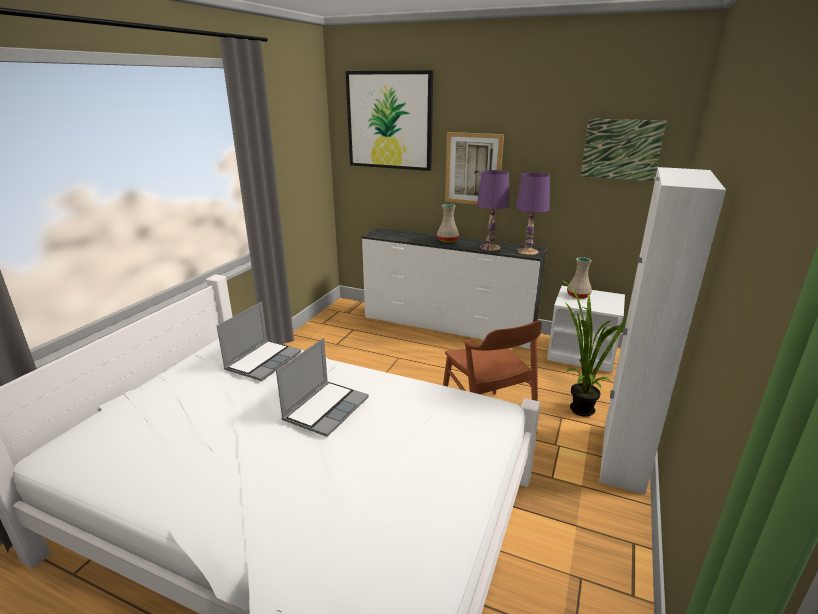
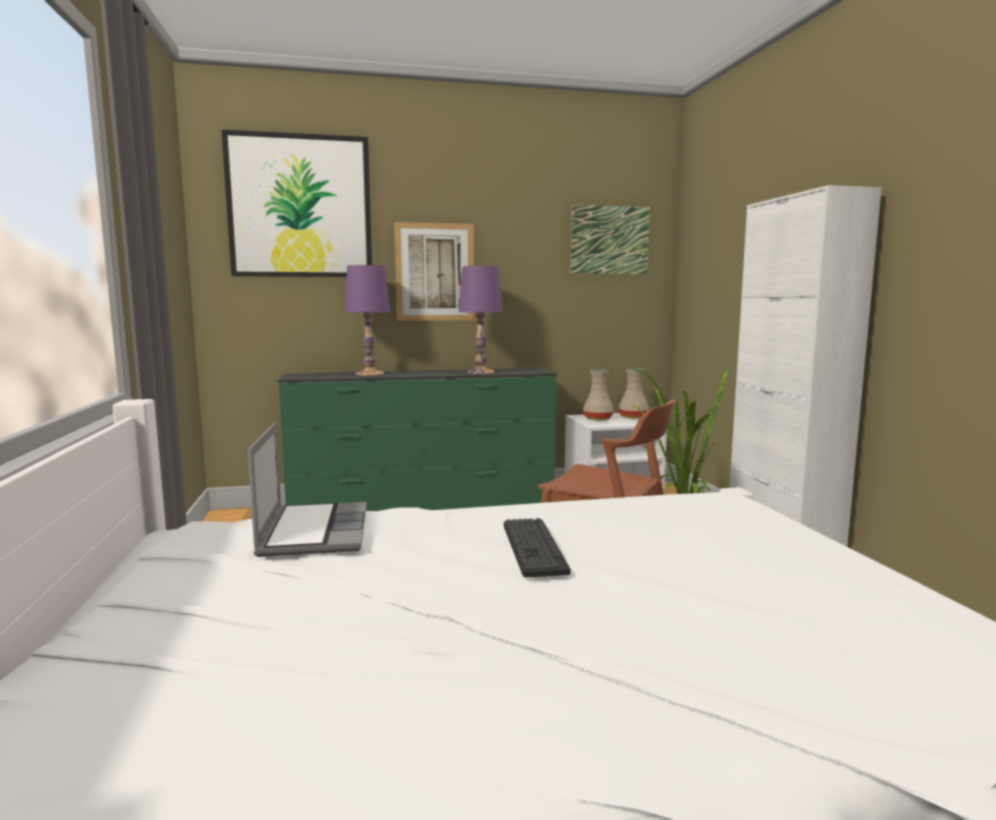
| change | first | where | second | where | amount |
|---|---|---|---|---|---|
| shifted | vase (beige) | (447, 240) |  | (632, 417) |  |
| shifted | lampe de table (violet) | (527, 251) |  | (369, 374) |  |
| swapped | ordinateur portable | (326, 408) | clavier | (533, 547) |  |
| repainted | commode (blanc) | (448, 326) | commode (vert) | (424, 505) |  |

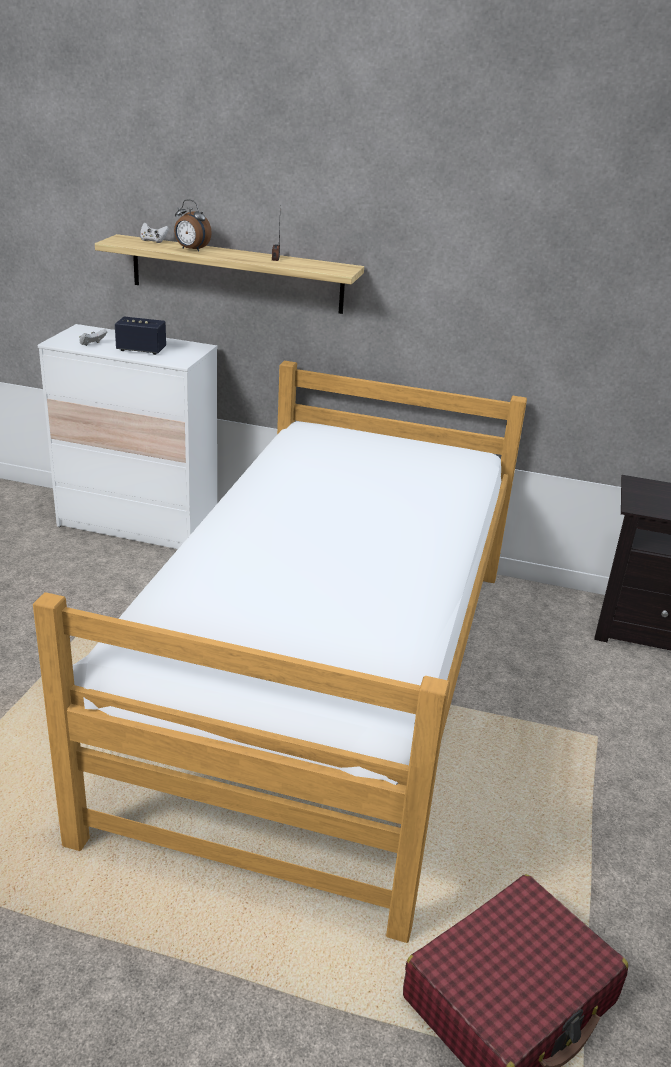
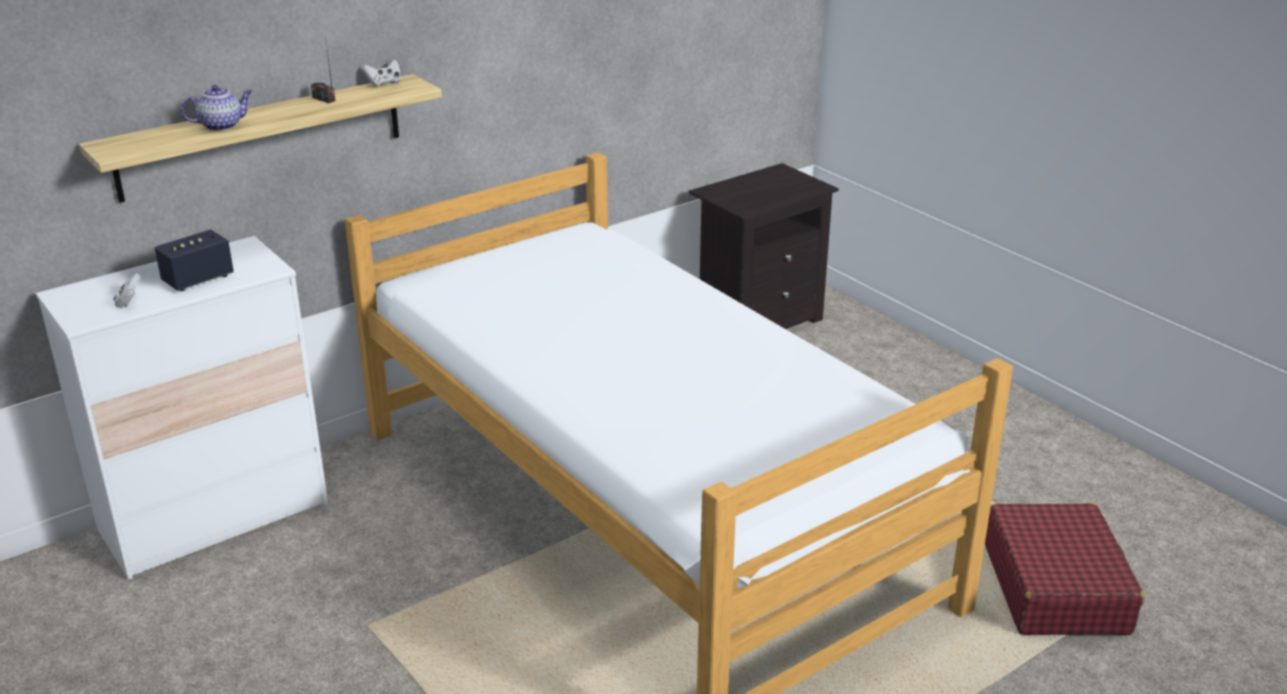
| change | first | where | second | where | amount |
|---|---|---|---|---|---|
| shifted | manette (blanc) | (153, 241) |  | (384, 83) |  |
| swapped | réveil | (191, 250) | théière | (222, 125) |  |

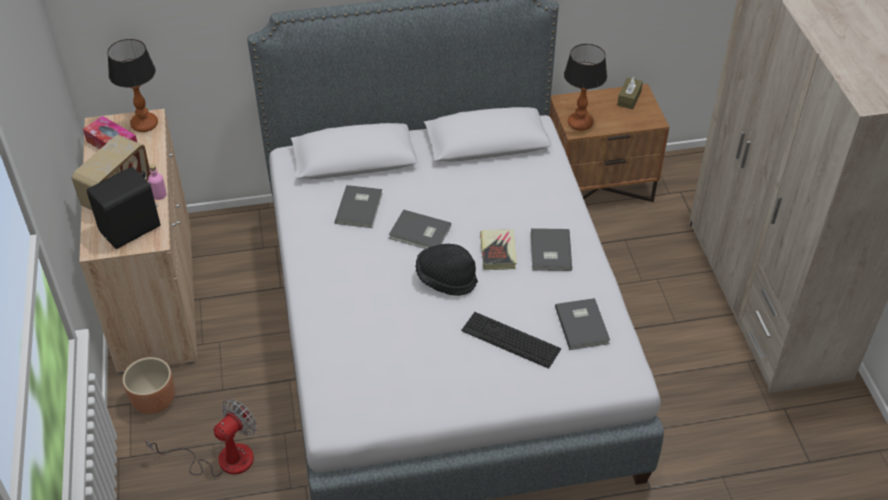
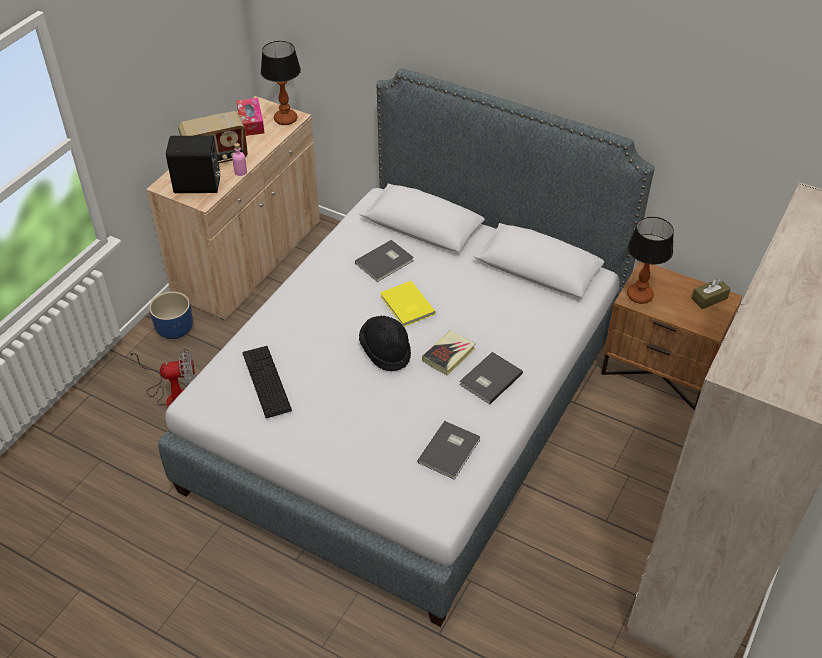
| change | first | where | second | where | amount |
|---|---|---|---|---|---|
| shifted | clavier | (510, 340) |  | (266, 381) |  |
| repainted | cache-pot (marron) | (154, 400) | cache-pot (bleu) | (175, 330) |  |
| repainted | livre (gris) | (420, 233) | livre (jaune) | (406, 306) |  |

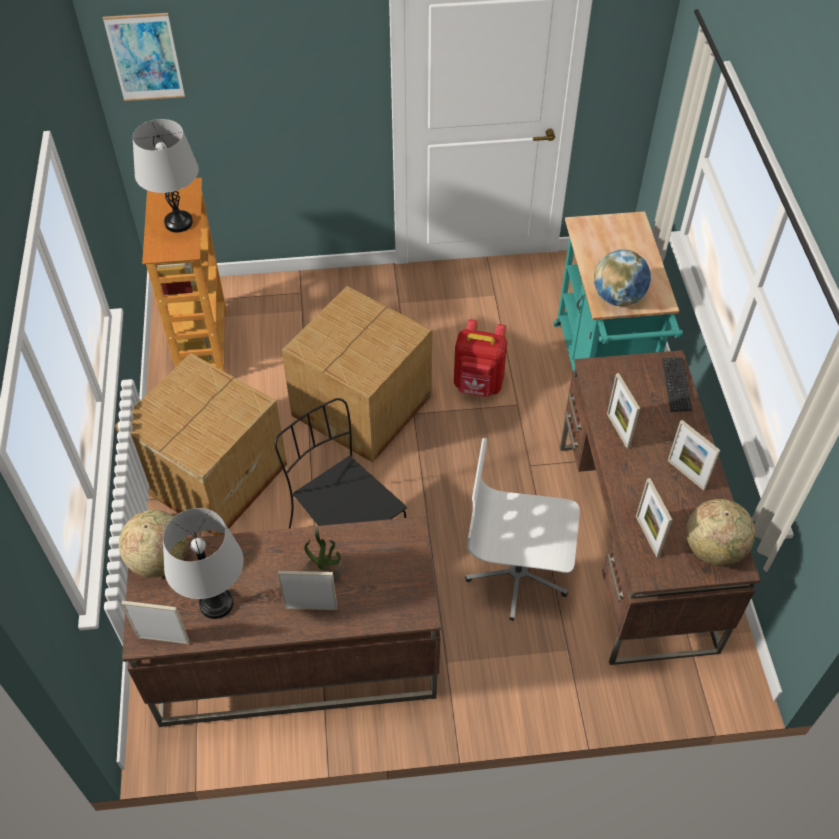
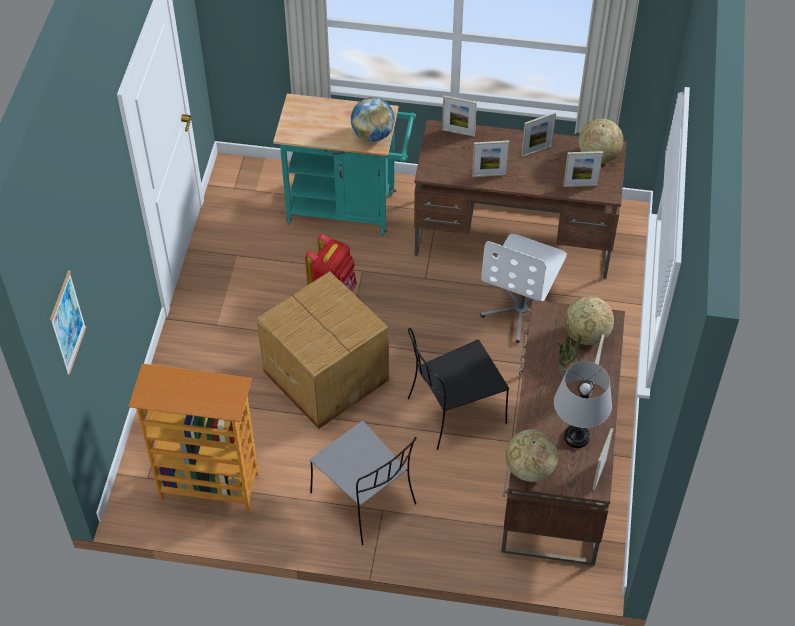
| change | first | where | second | where | amount |
|---|---|---|---|---|---|
| gone | lampe de table (gris) | (178, 223) |  |  |  |
| new |  |  | globe | (586, 335) |  |
| swapped | carton | (210, 476) | chaise (gris) | (365, 500) |  |
| swapped | clavier | (676, 385) | cadre photo | (458, 132) |  |

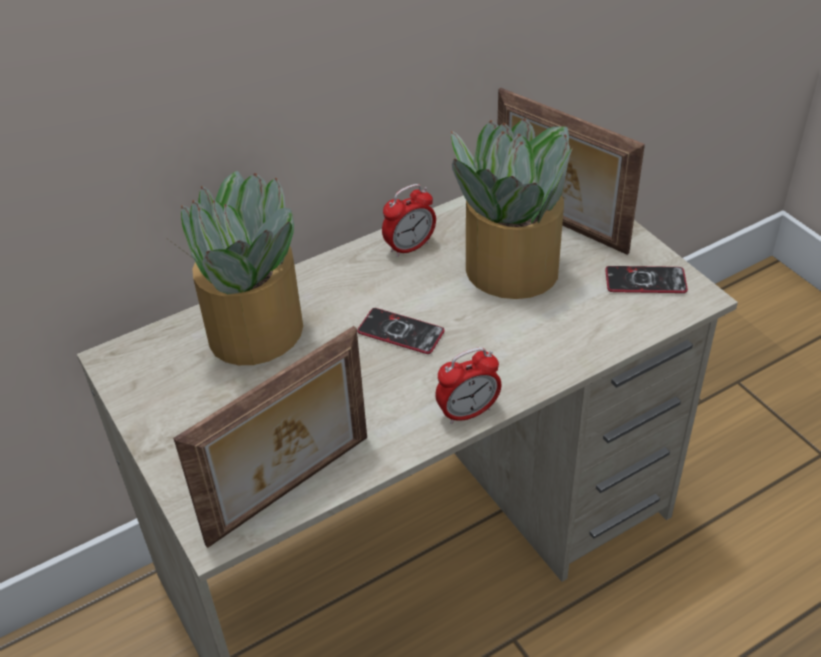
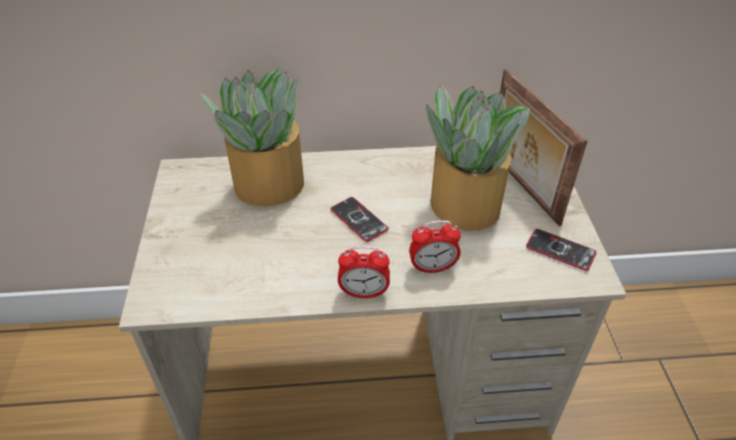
| change | first | where | second | where | amount |
|---|---|---|---|---|---|
| gone | cadre photo | (291, 491) |  |  |  |
| shifted | réveil | (409, 247) |  | (432, 268) |  |

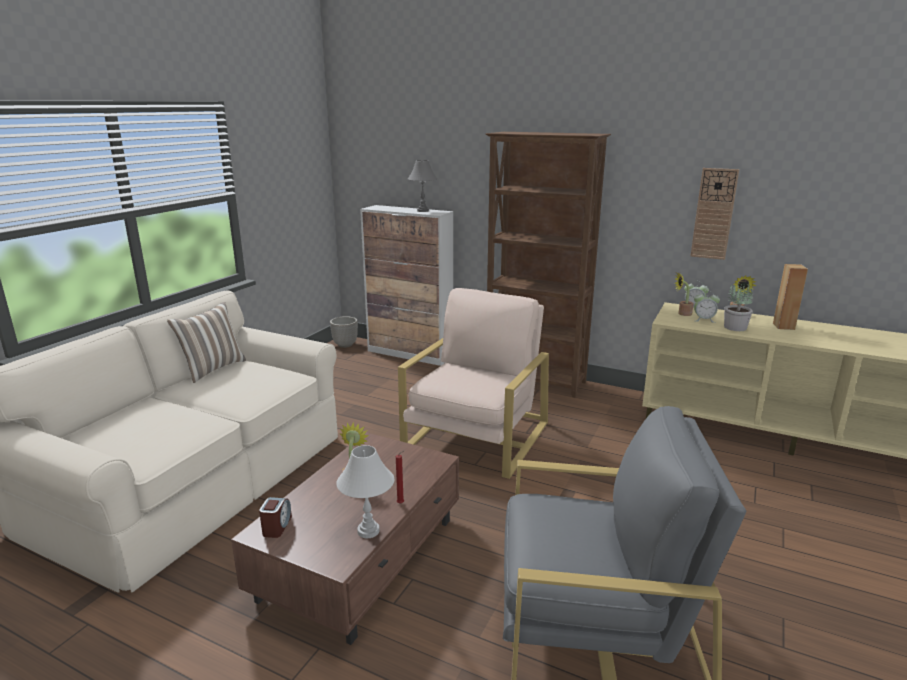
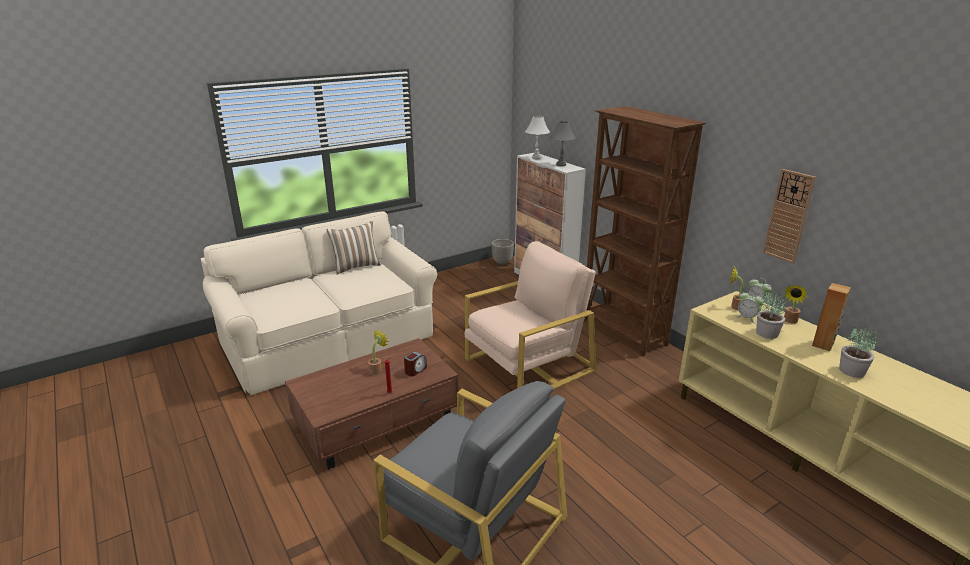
| change | first | where | second | where | amount |
|---|---|---|---|---|---|
| new |  |  | plante en pot | (852, 371) |  |
| shifted | réveil | (277, 526) |  | (415, 370) |  |
| shifted | lampe de table (blanc) | (368, 531) |  | (536, 157) |  |

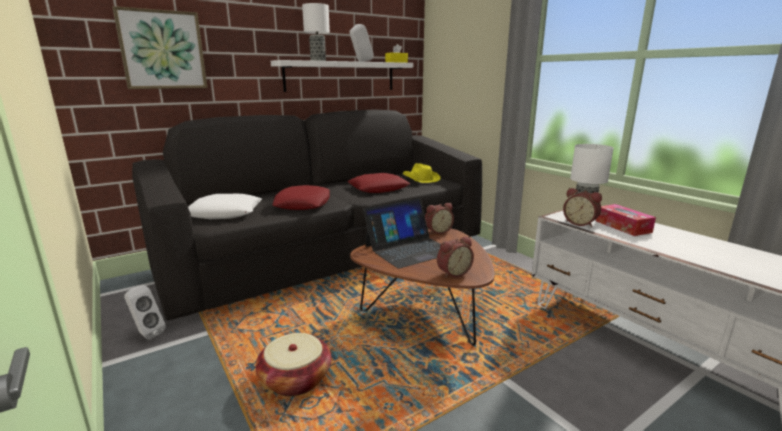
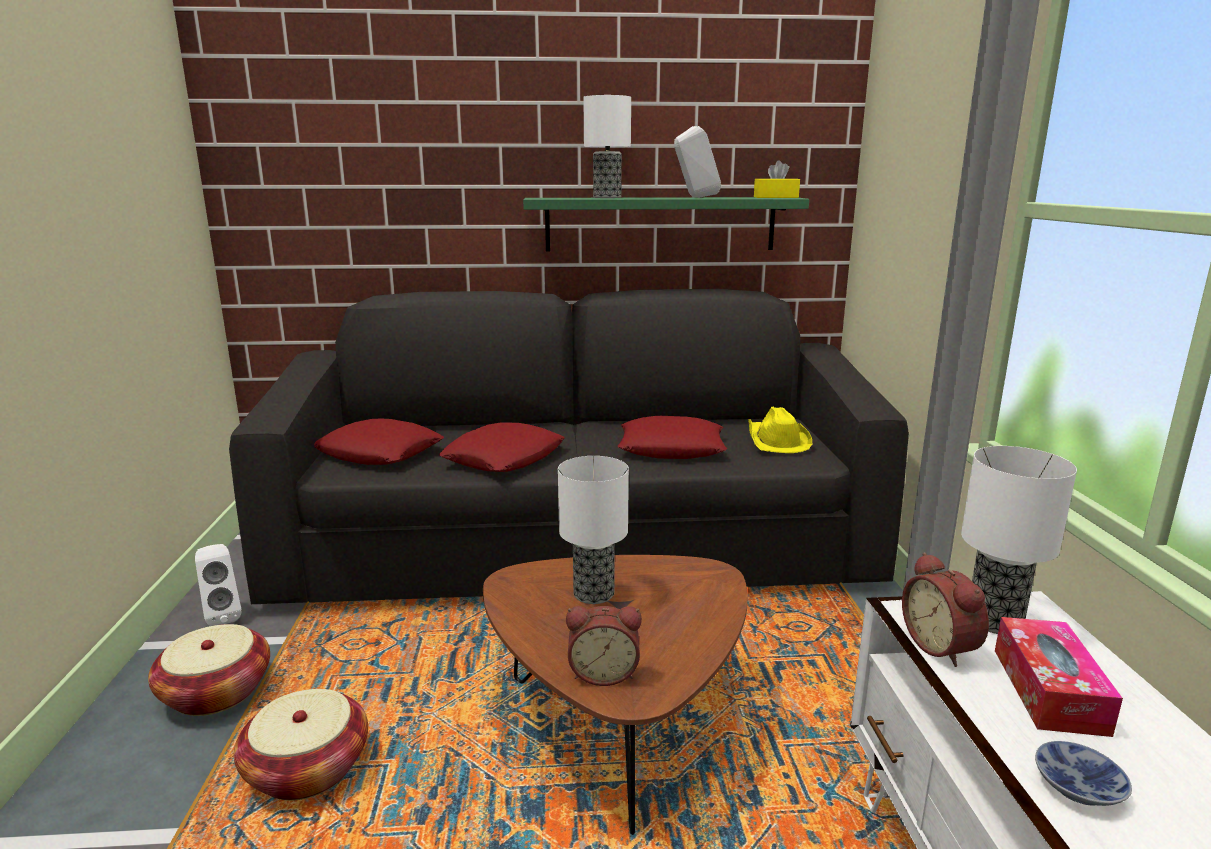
| change | first | where | second | where | amount |
|---|---|---|---|---|---|
| gone | tableau | (162, 50) |  |  |  |
| gone | réveil | (437, 231) |  |  |  |
| new |  |  | panier | (216, 692) |  |
| new |  |  | bol | (1080, 789) |  |
| swapped | ordinateur portable | (409, 249) | lampe de table | (594, 593) |  |
| repainted | coussin (blanc) | (225, 213) | coussin (rouge) | (380, 453) |  |
| repainted | étagère (blanc) | (341, 76) | étagère (vert) | (660, 224) |  |

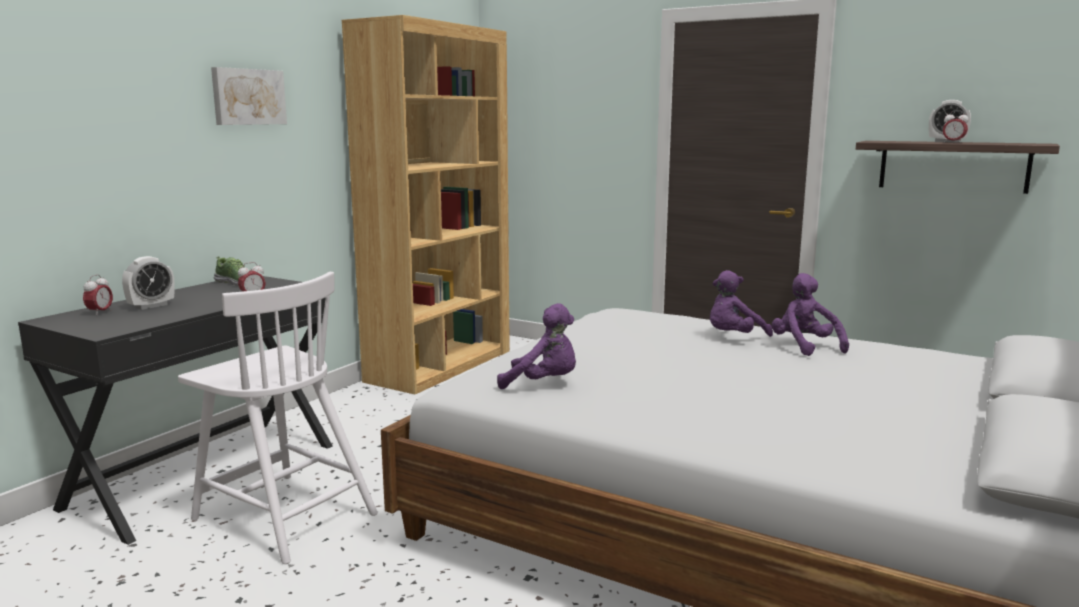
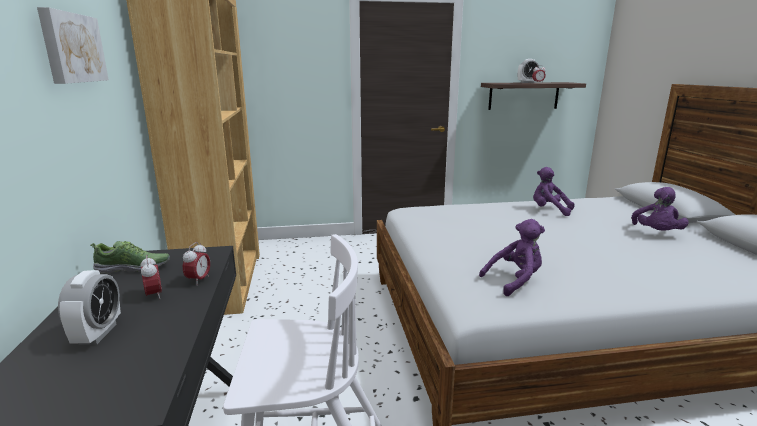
| change | first | where | second | where | amount |
|---|---|---|---|---|---|
| shifted | réveil | (100, 312) |  | (154, 295) |  |
| shifted | peluche (violet) | (733, 338) |  | (656, 233) |  |

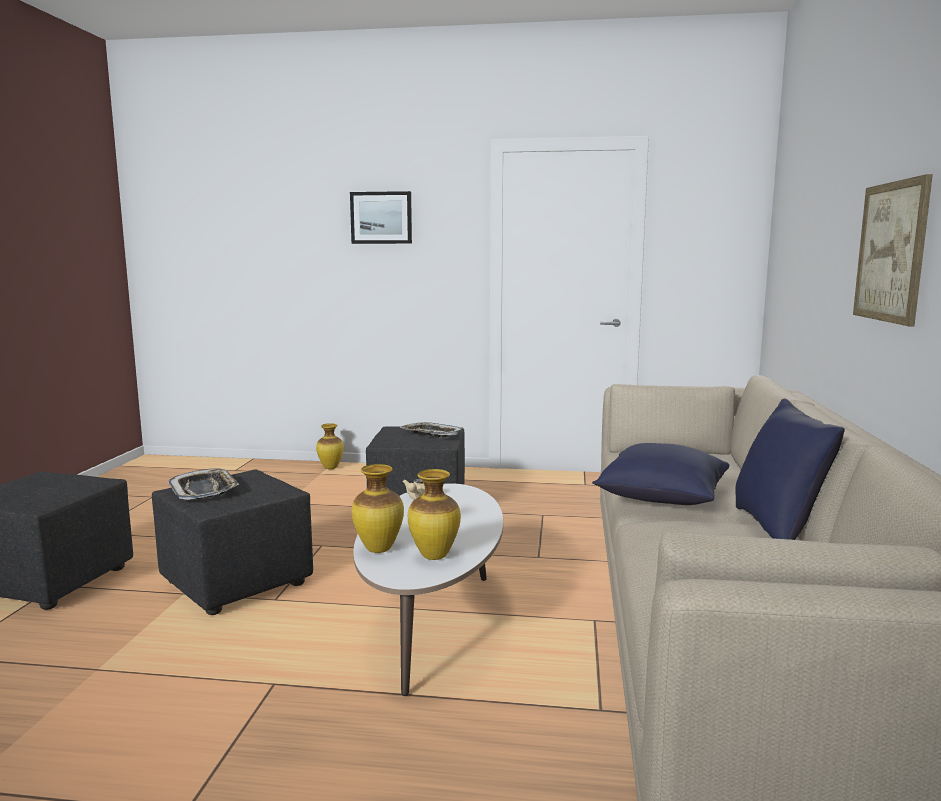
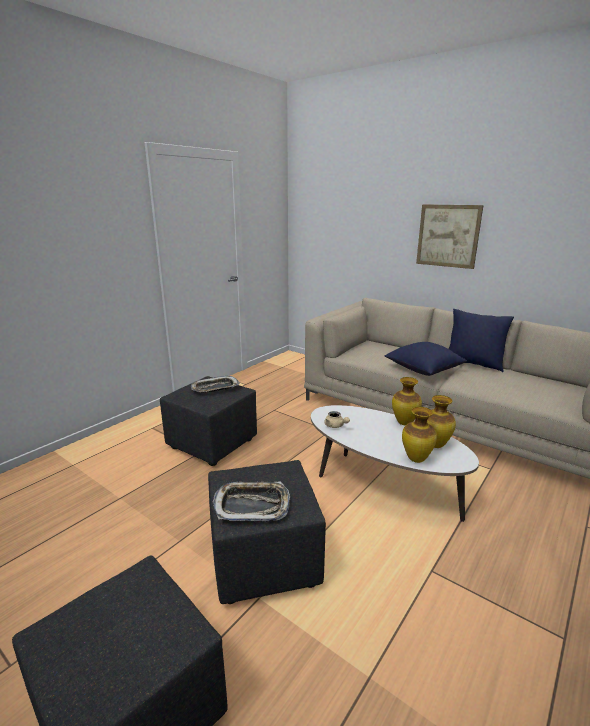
| change | first | where | second | where | amount |
|---|---|---|---|---|---|
| gone | tableau | (381, 218) |  |  |  |
| shifted | vase | (331, 468) |  | (405, 423) |  |

